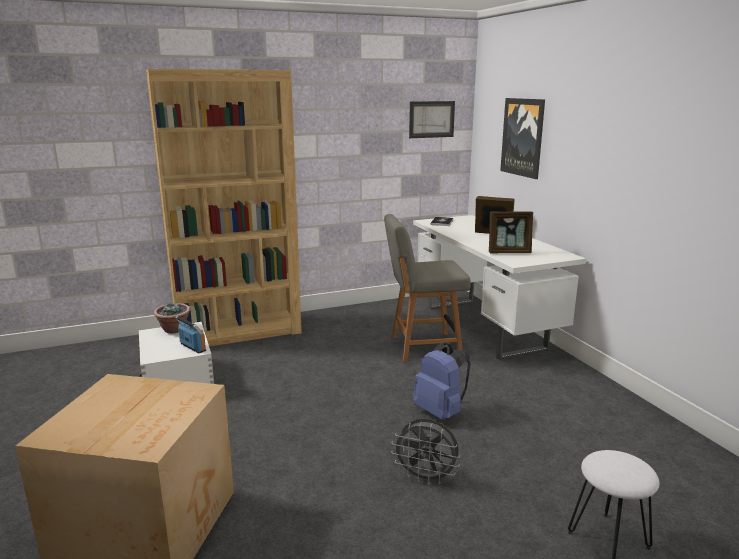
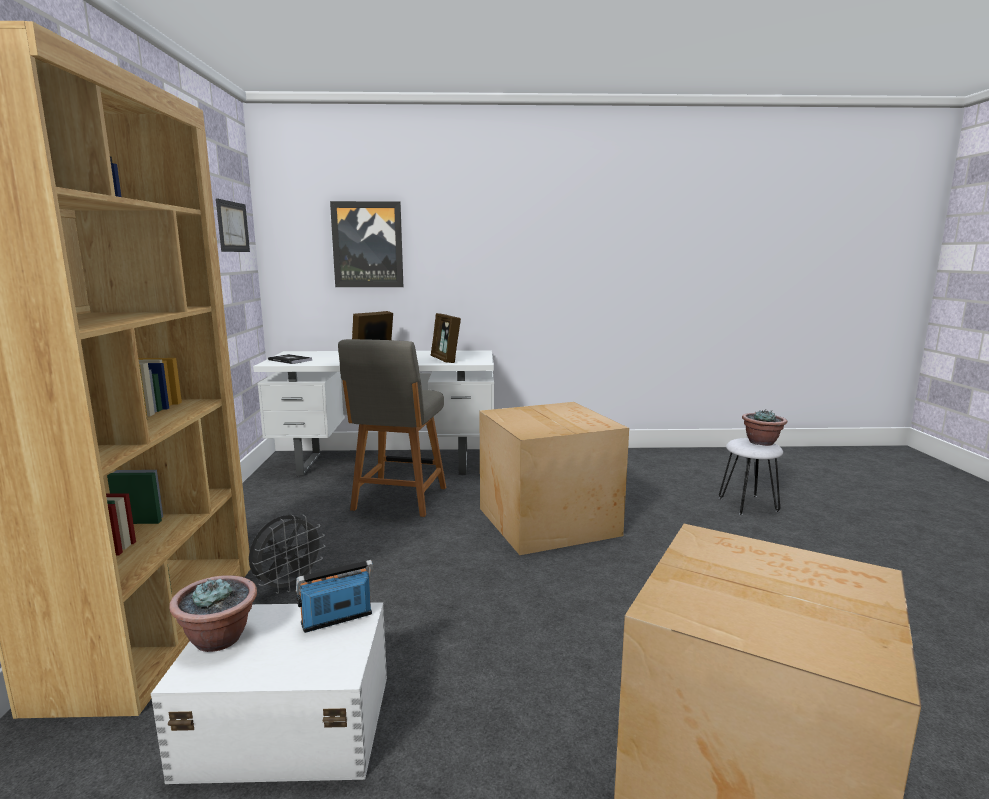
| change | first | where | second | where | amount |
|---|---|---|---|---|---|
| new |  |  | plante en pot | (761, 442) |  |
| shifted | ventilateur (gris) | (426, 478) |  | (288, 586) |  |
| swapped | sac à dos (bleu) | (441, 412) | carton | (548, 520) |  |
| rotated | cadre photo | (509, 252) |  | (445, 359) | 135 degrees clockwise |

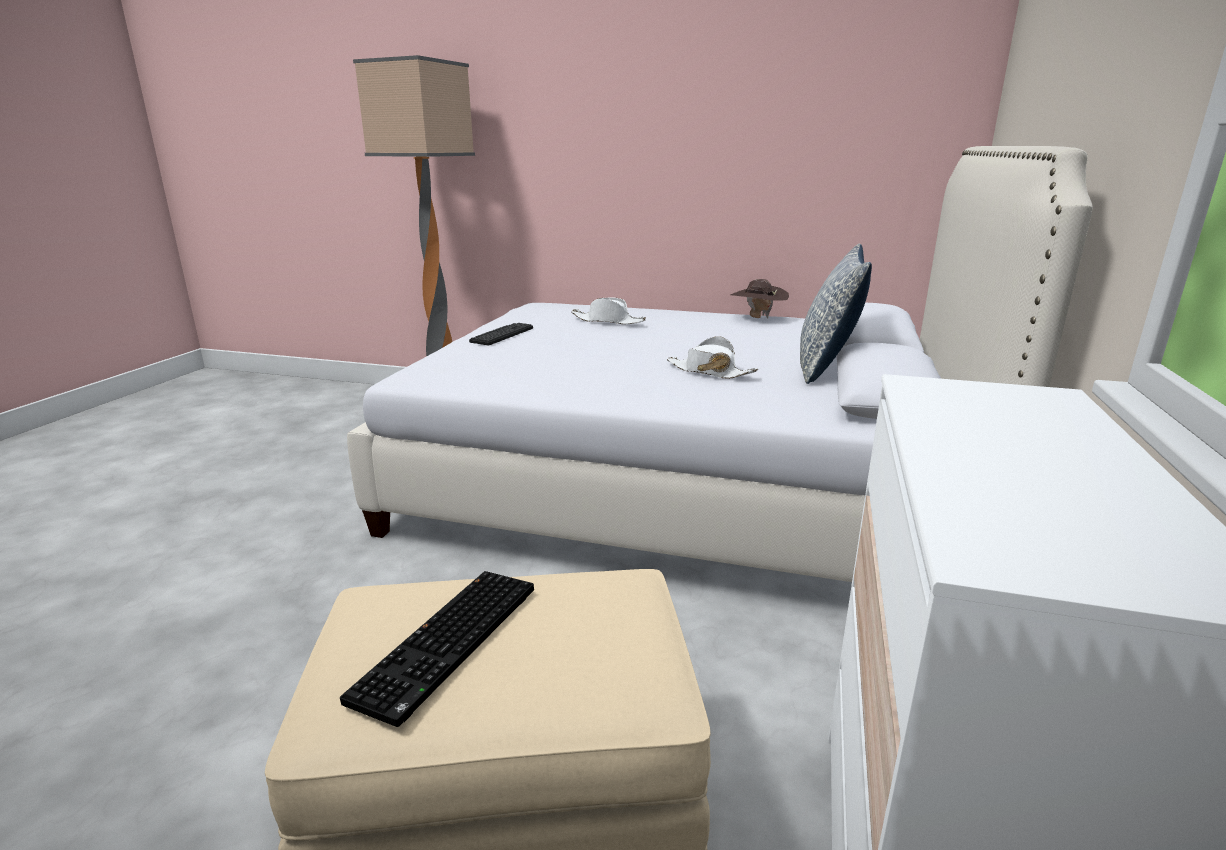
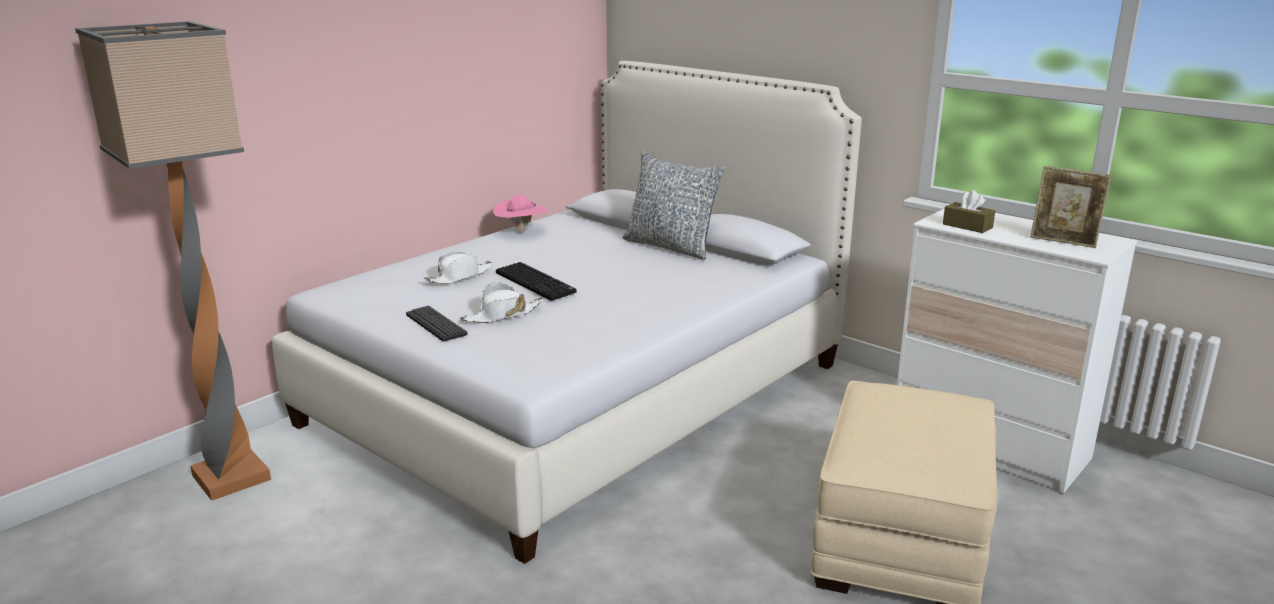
| change | first | where | second | where | amount |
|---|---|---|---|---|---|
| new |  |  | boîte à mouchoirs (marron) | (967, 226) |  |
| new |  |  | cadre photo | (1063, 242) |  |
| shifted | clavier | (449, 644) |  | (537, 283) |  |
| shifted | chapeau (blanc) | (710, 372) |  | (502, 315) |  |
| repainted | chapeau (marron) | (757, 318) | chapeau (rose) | (521, 231) |  |

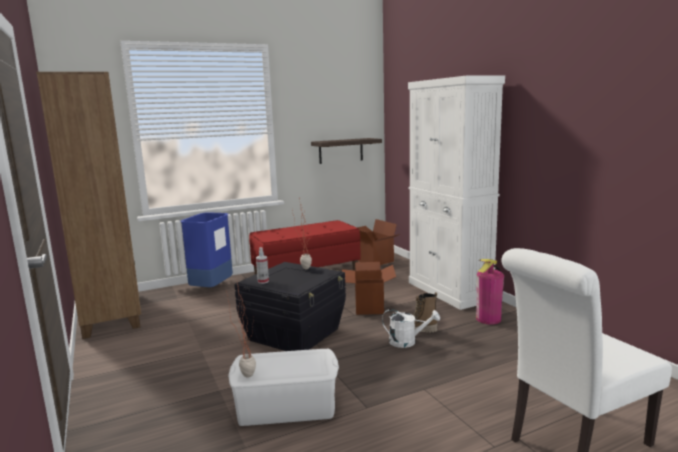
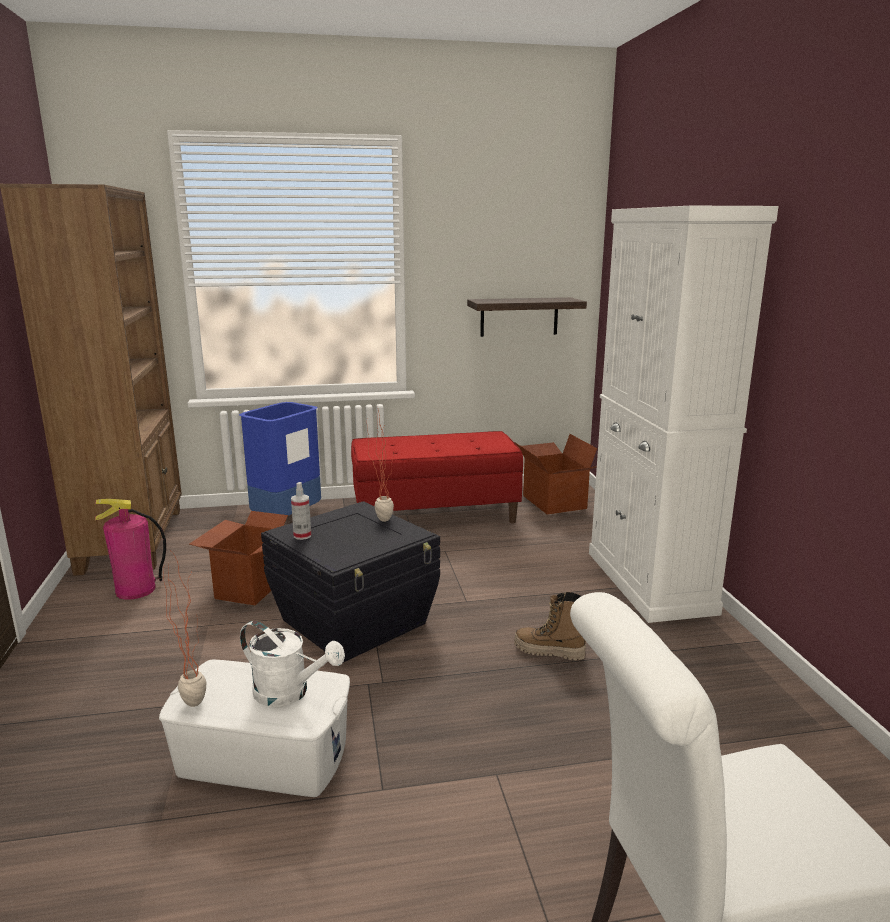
| change | first | where | second | where | amount |
|---|---|---|---|---|---|
| shifted | carton | (368, 306) |  | (250, 587) |  |
| shifted | arrosoir (blanc) | (407, 342) |  | (289, 693) |  |
| shifted | extincteur | (488, 319) |  | (135, 590) |  |

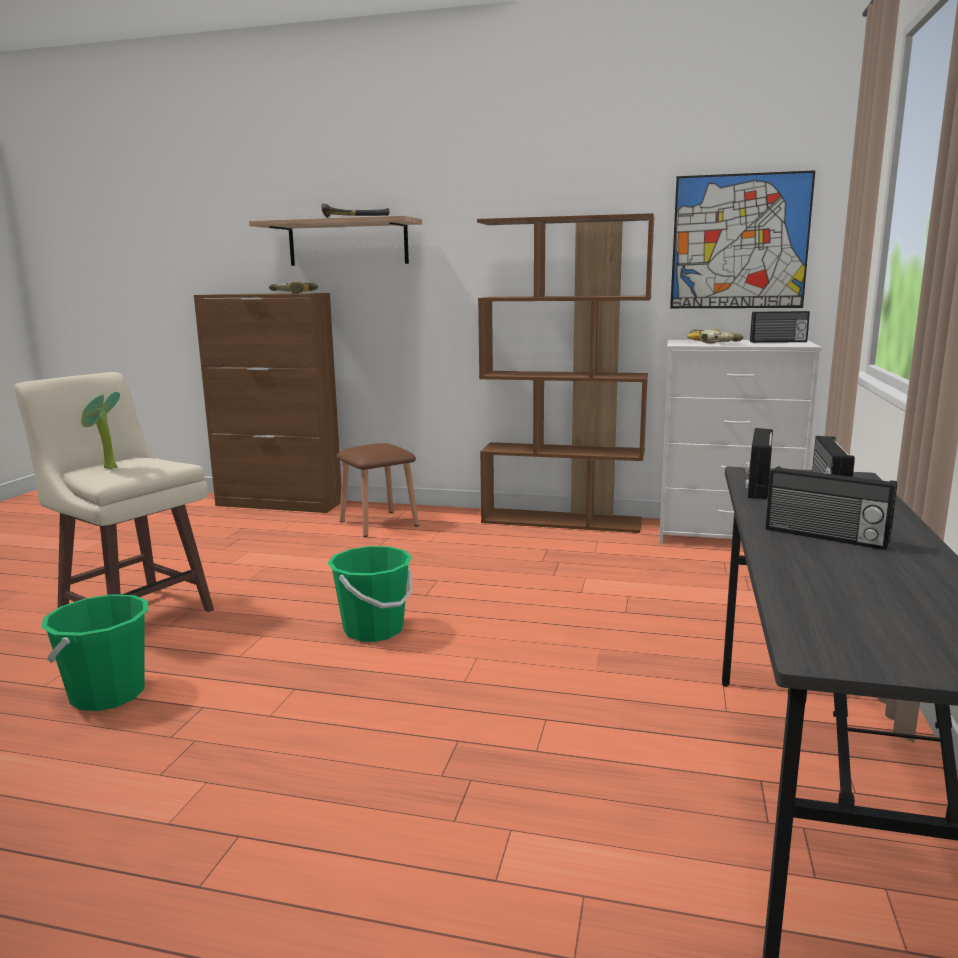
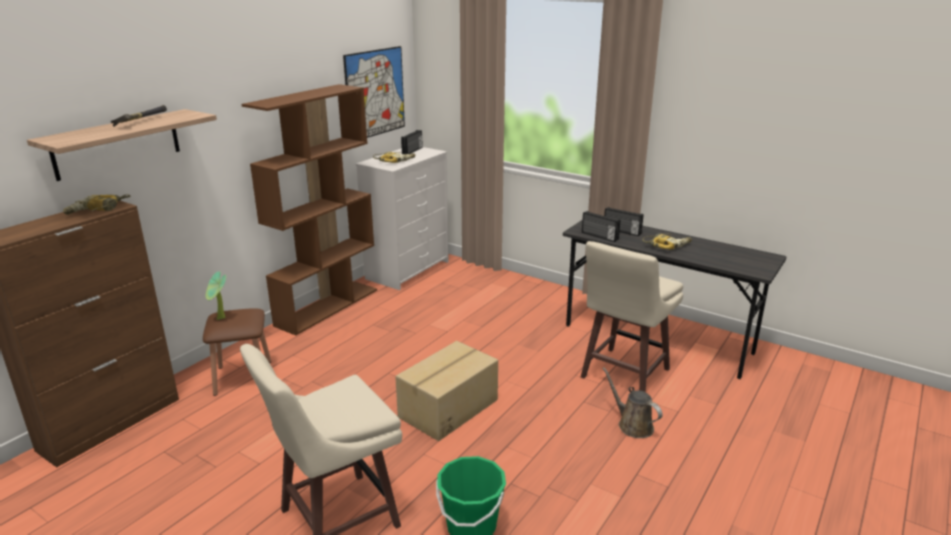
| change | first | where | second | where | amount |
|---|---|---|---|---|---|
| new |  |  | tabouret (beige) | (623, 374) |  |
| new |  |  | arrosoir (marron) | (632, 425) |  |
| shifted | plante en pot | (107, 468) |  | (220, 319) |  |
| swapped | seau (vert) | (373, 630) | carton | (447, 408) |  |
| swapped | radio | (825, 537) | perceuse | (667, 245) |  |

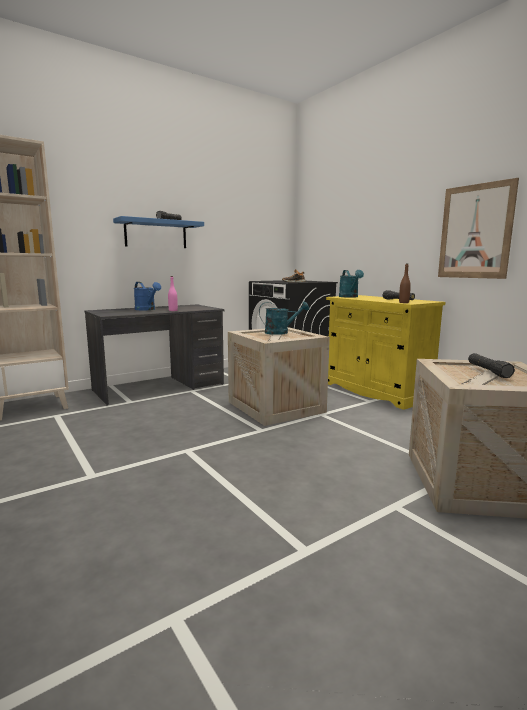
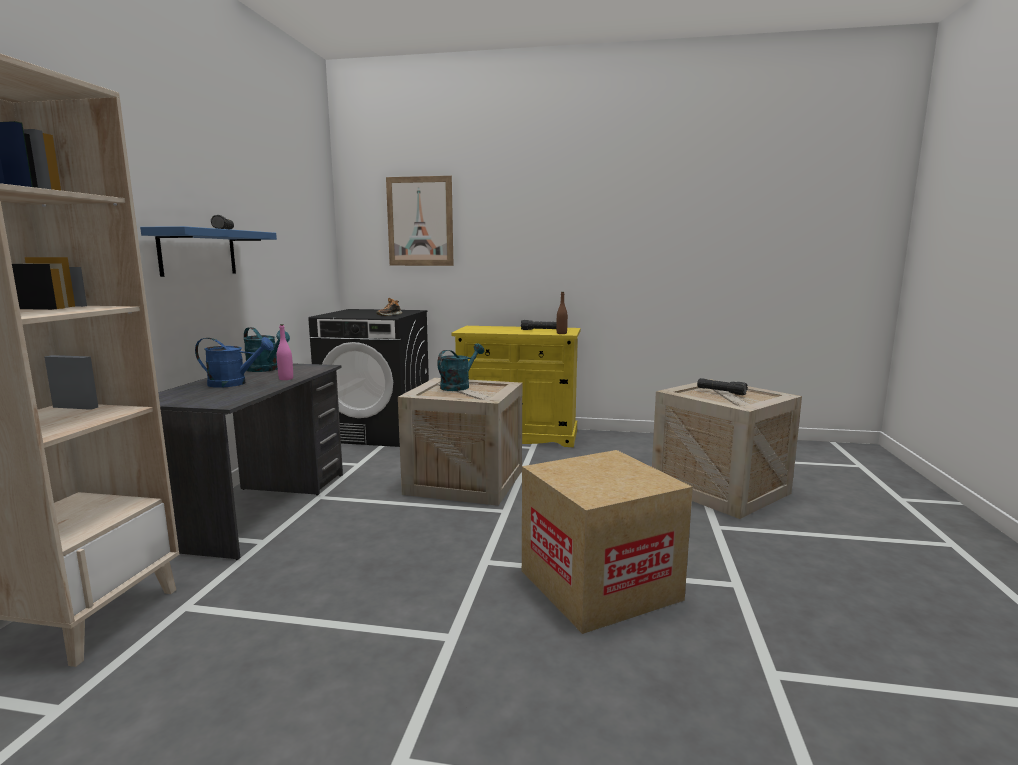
| change | first | where | second | where | amount |
|---|---|---|---|---|---|
| new |  |  | carton | (599, 585) |  |
| shifted | arrosoir (turquoise) | (350, 297) |  | (266, 369) |  |
| shifted | tableau | (475, 232) |  | (420, 221) |  |

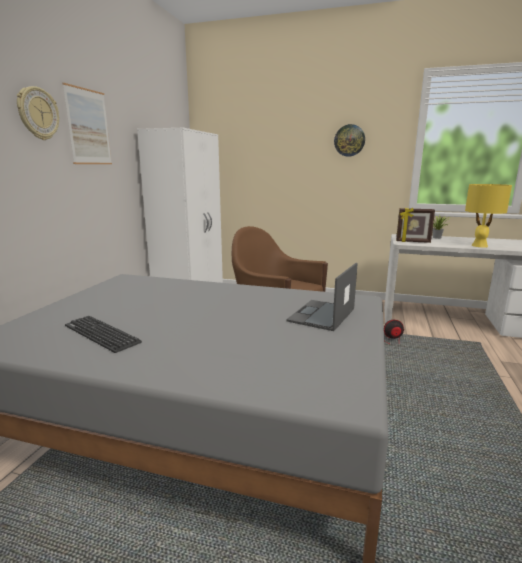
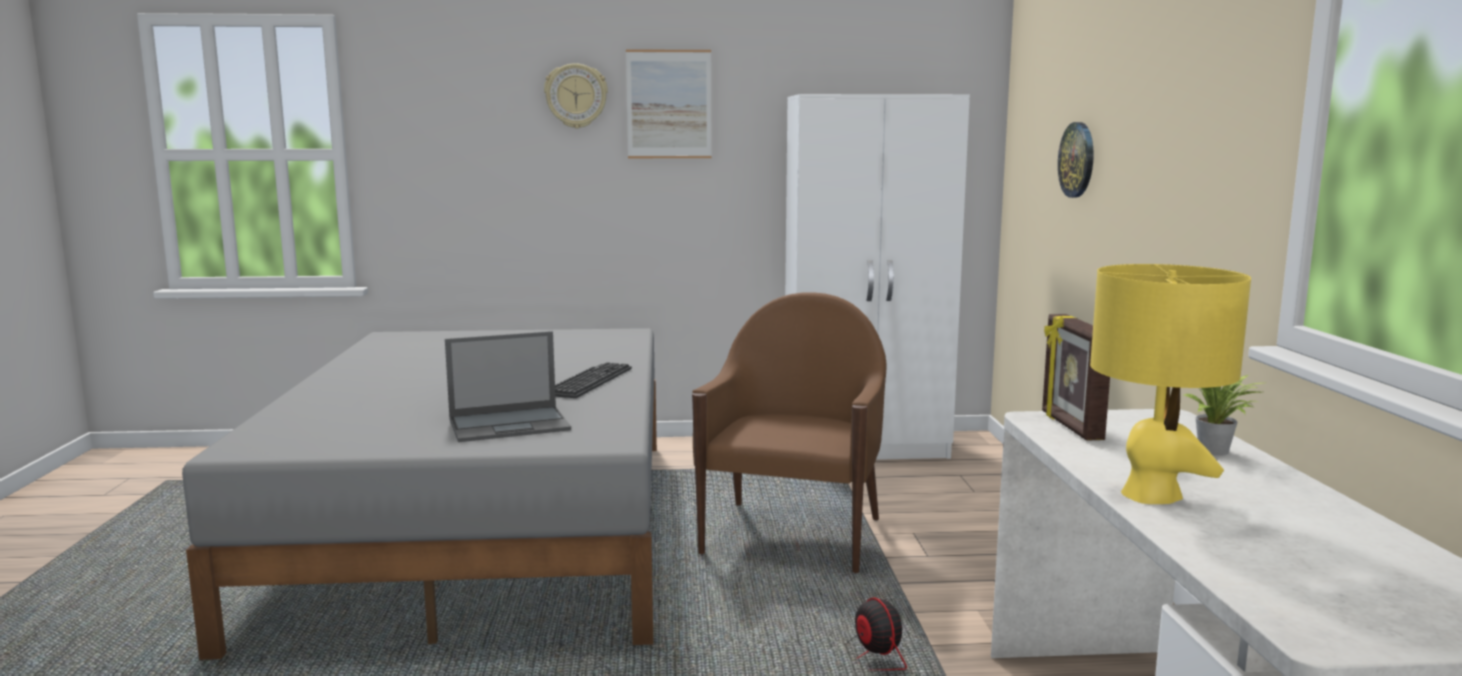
| change | first | where | second | where | amount |
|---|---|---|---|---|---|
| shifted | clavier | (101, 334) |  | (589, 381) |  |
| shifted | horloge murale | (349, 140) |  | (1077, 160) |  |
| rotated | ordinateur portable | (321, 315) |  | (510, 424) | 150 degrees clockwise |

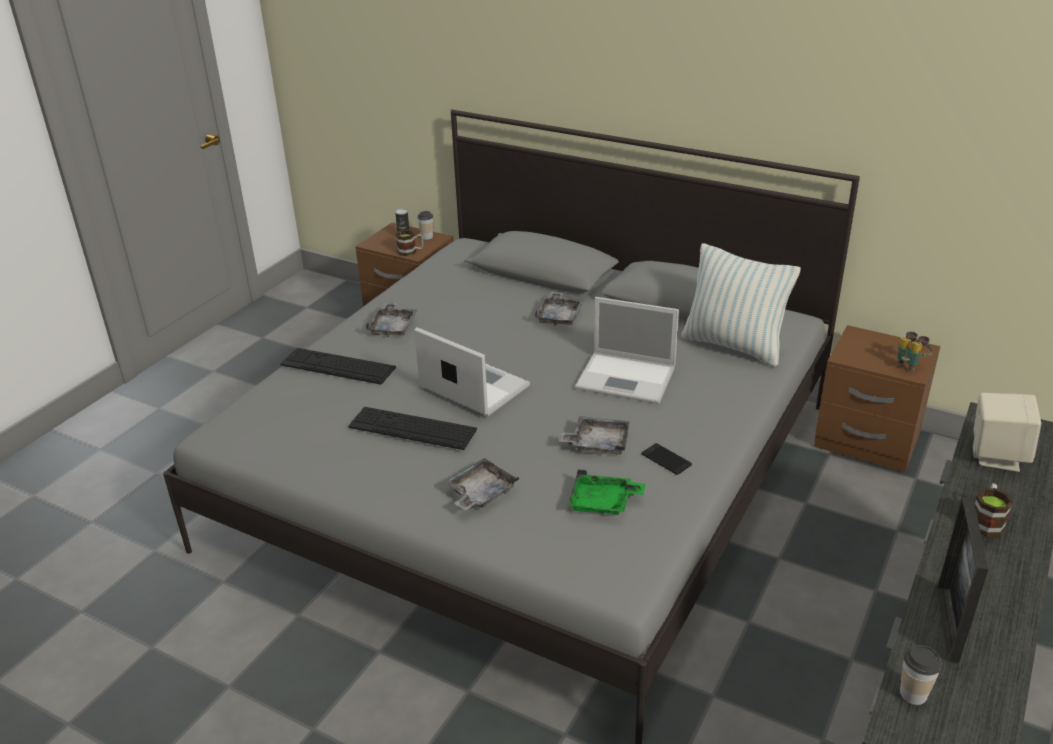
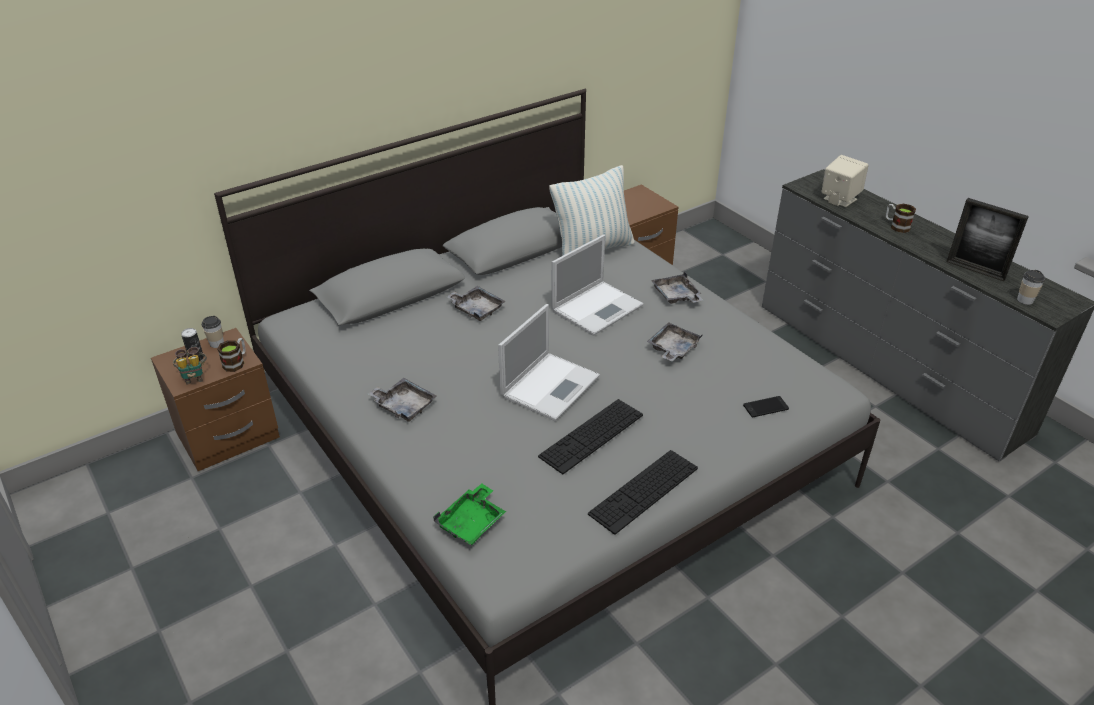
| change | first | where | second | where | amount |
|---|---|---|---|---|---|
| shifted | clavier | (338, 366) |  | (644, 491) |  |
| shifted | plateau (gris) | (480, 493) |  | (676, 296) |  |
| shifted | plateau (vert) | (603, 503) |  | (472, 522) |  |
| shifted | téléphone | (666, 459) |  | (765, 407) |  |
| shifted | jumelles | (909, 365) |  | (194, 377) |  |
| rotated | ordinateur portable | (473, 386) |  | (551, 385) | 150 degrees clockwise |

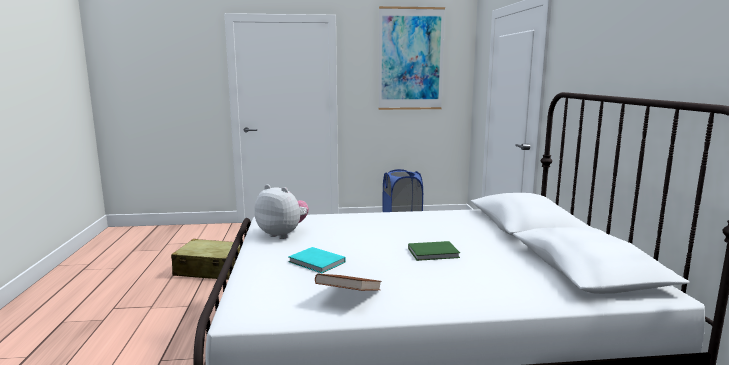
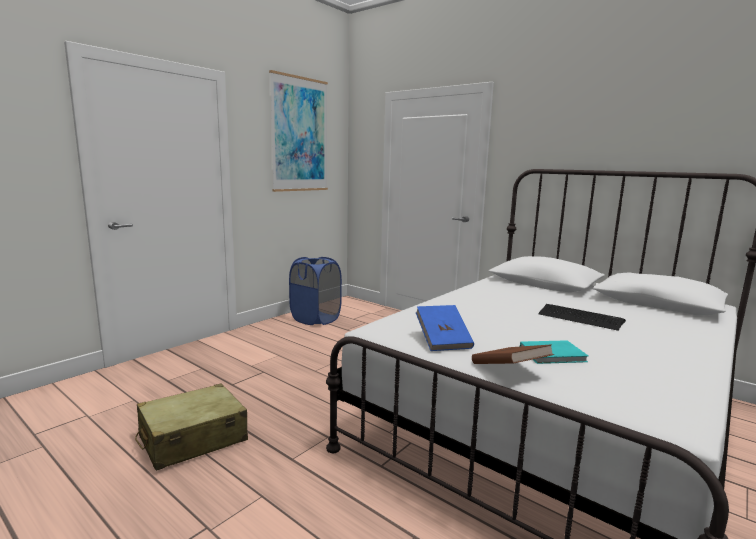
| change | first | where | second | where | amount |
|---|---|---|---|---|---|
| shifted | livre (marron) | (349, 297) |  | (509, 371) |  |
| swapped | peluche | (283, 234) | livre (bleu) | (443, 341) |  |
| swapped | livre (vert) | (434, 253) | clavier | (580, 318) |  |

